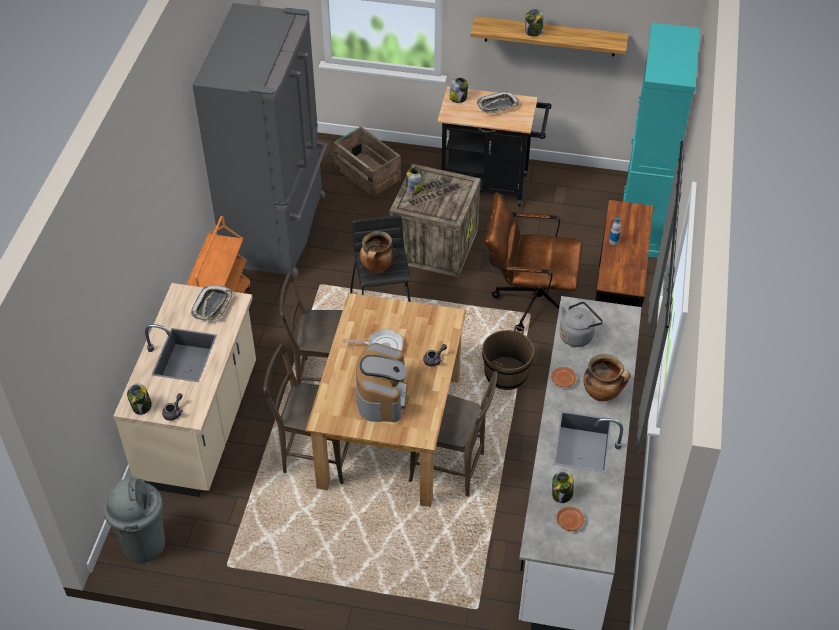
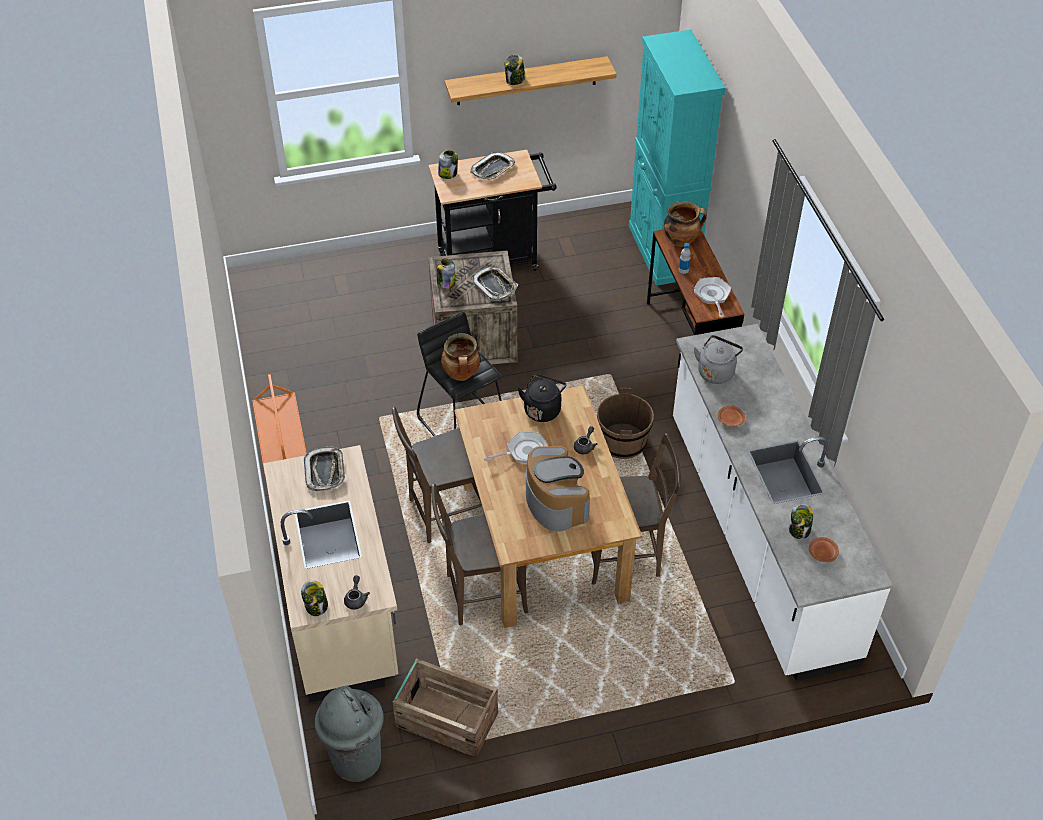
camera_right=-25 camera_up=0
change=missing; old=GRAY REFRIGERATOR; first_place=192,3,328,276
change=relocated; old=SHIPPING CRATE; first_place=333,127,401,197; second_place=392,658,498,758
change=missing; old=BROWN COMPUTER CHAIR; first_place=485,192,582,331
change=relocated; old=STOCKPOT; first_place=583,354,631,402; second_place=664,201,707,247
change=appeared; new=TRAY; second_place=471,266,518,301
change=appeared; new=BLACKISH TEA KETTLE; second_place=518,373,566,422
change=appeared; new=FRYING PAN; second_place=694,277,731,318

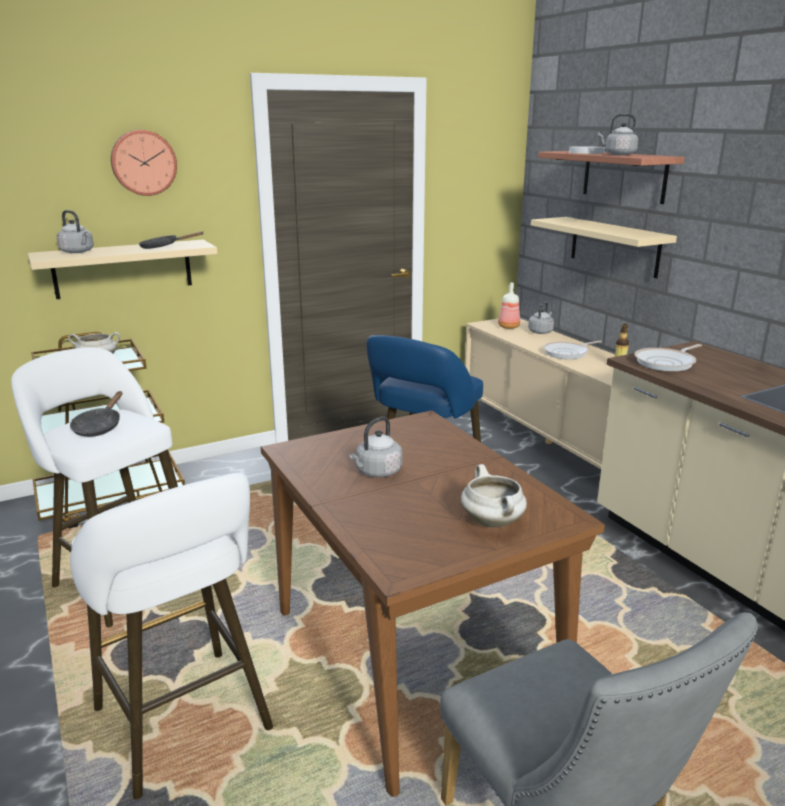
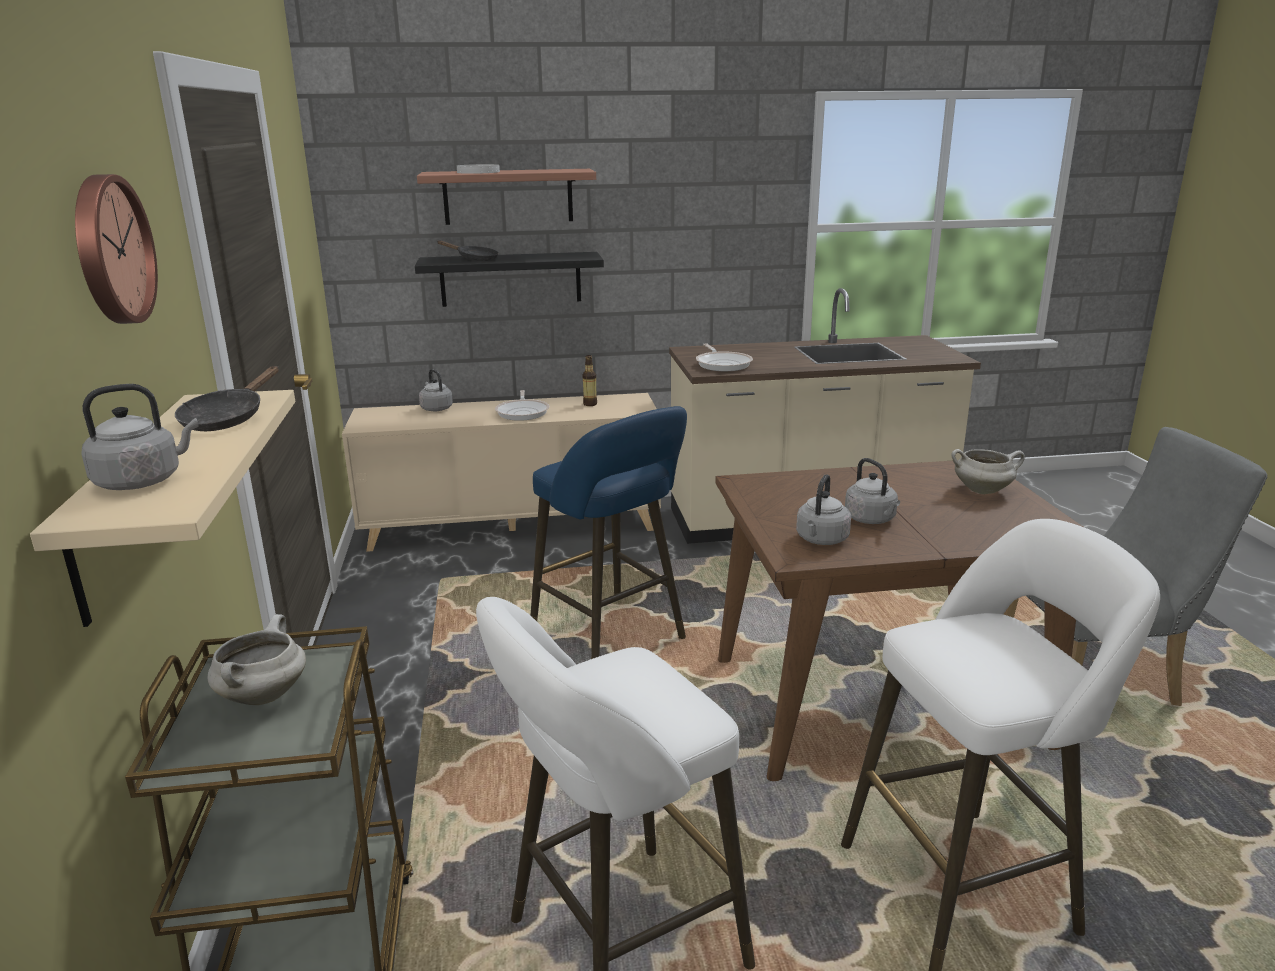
camera_right=-70 camera_up=0
change=relocated; old=BLACKISH FRYING PAN; first_place=70,391,122,437; second_place=437,240,499,261
change=missing; old=BOTTLE; first_place=498,283,520,329
change=colour; old=BEIGE-COLOURED BRACKET SHELF; new=BLACKISH BRACKET SHELF; first_place=531,217,677,278; second_place=415,252,604,307
change=relocated; old=GRAY TEA KETTLE; first_place=597,114,638,155; second_place=796,474,851,545

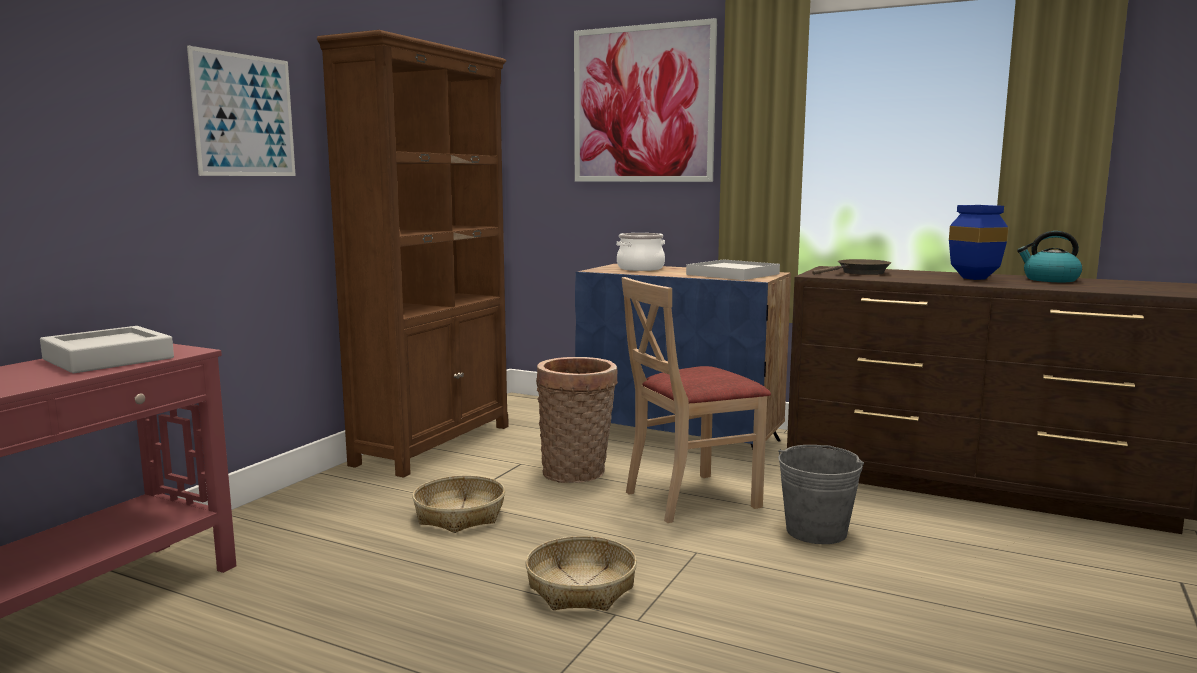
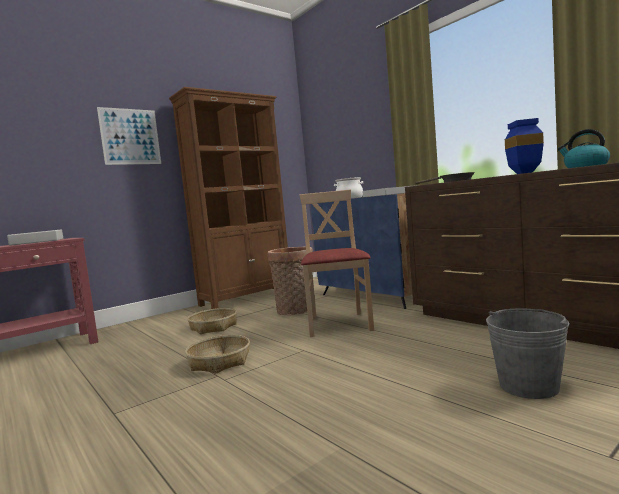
camera_right=25 camera_up=-5
change=missing; old=WALL ART; first_place=574,18,717,182
change=spun; old=BEIGE-COLOURED CHAIR; first_place=622,277,771,523; second_place=299,189,374,337; degrees=90
change=relocated; old=GRAY WATER BUCKET; first_place=778,445,864,544; second_place=486,308,569,399

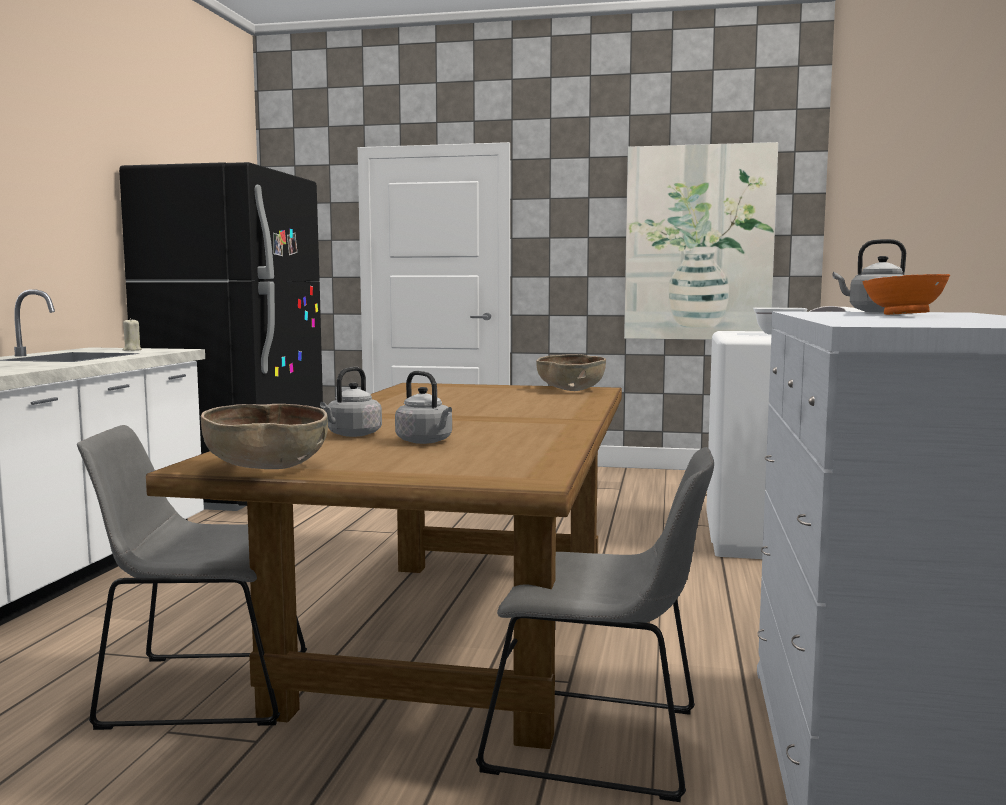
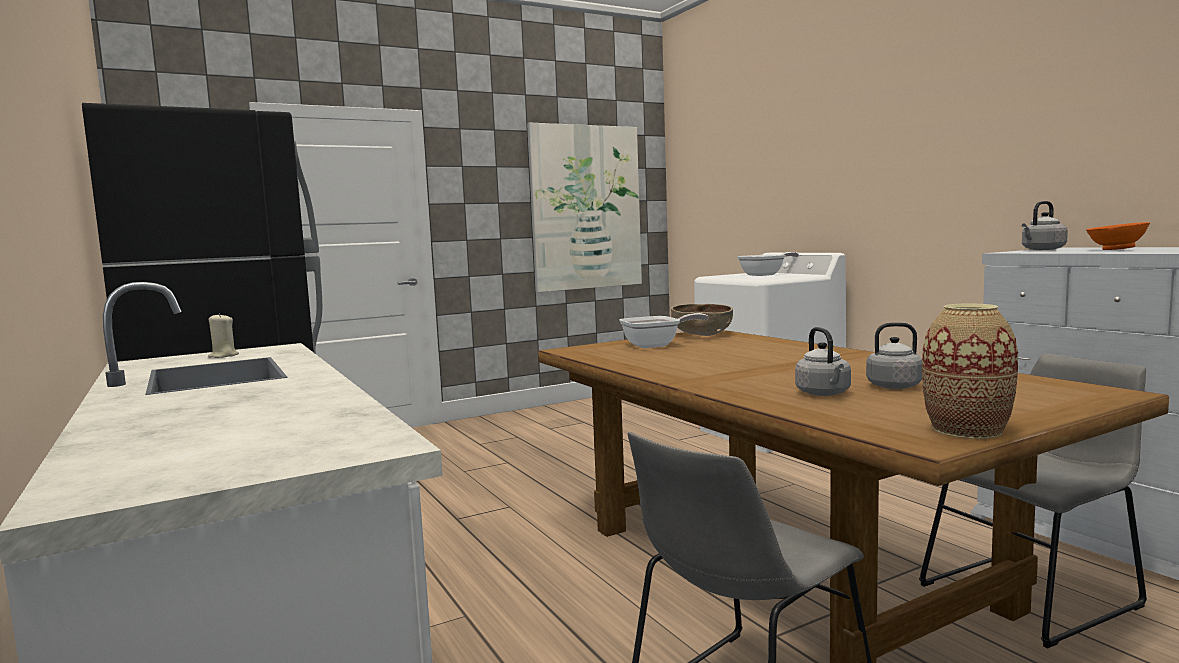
camera_right=-40 camera_up=0
change=exchanged; old=BROWN SERVING BOWL; new=DECORATIVE VASE; first_place=201,404,328,469; second_place=922,304,1018,439
change=appeared; new=FRYING PAN; second_place=619,313,708,348

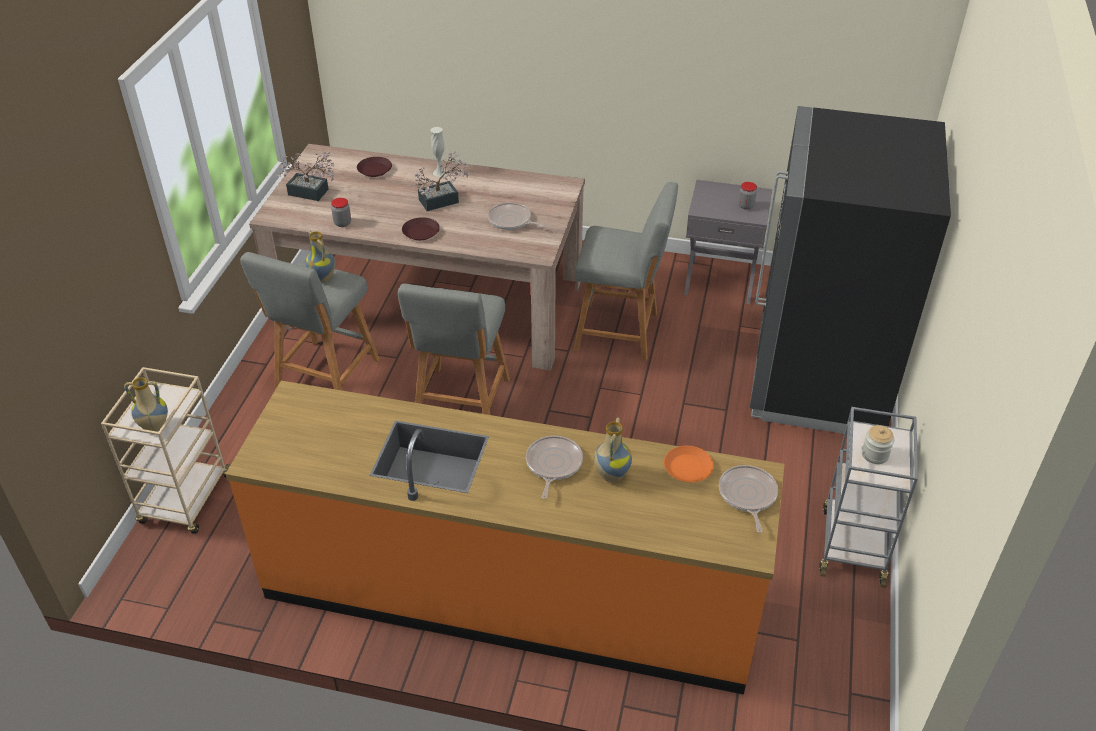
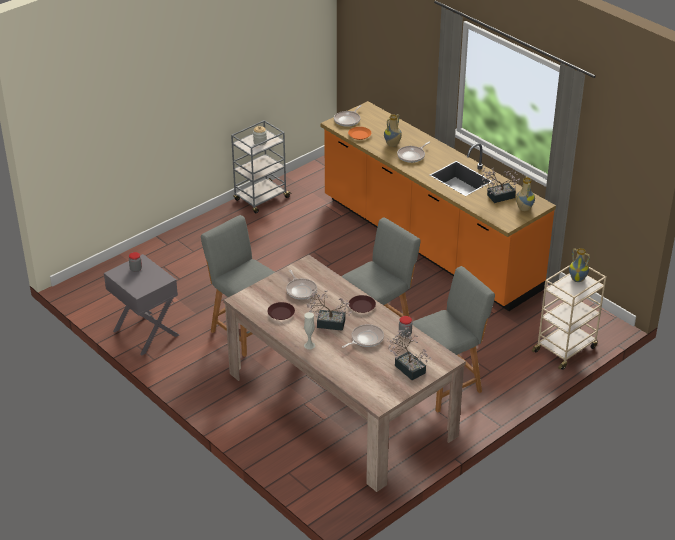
camera_right=-145 camera_up=-5
change=relocated; old=DECORATIVE VASE; first_place=306,230,335,282; second_place=516,176,535,211
change=relocated; old=BROWN FLAT DISH; first_place=357,157,392,177; second_place=267,302,295,320
change=missing; old=BLACKISH REFRIGERATOR; first_place=750,106,951,434
change=appeared; new=FRYING PAN; second_place=342,324,384,348
change=appeared; new=PLANT IN A POT; second_place=481,168,520,203

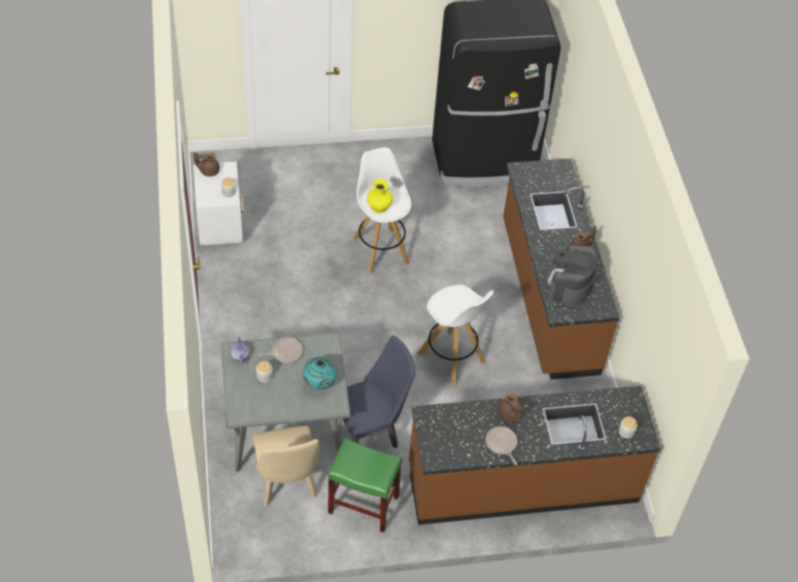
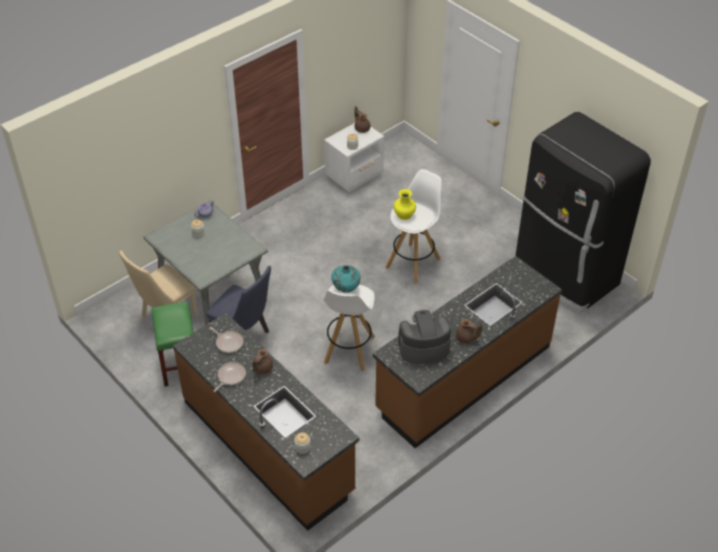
camera_right=60 camera_up=-5
change=relocated; old=FRYING PAN; first_place=257,337,303,363; second_place=210,327,243,353
change=relocated; old=BLUE-GREEN DECORATIVE VASE; first_place=302,357,337,390; second_place=331,265,360,293

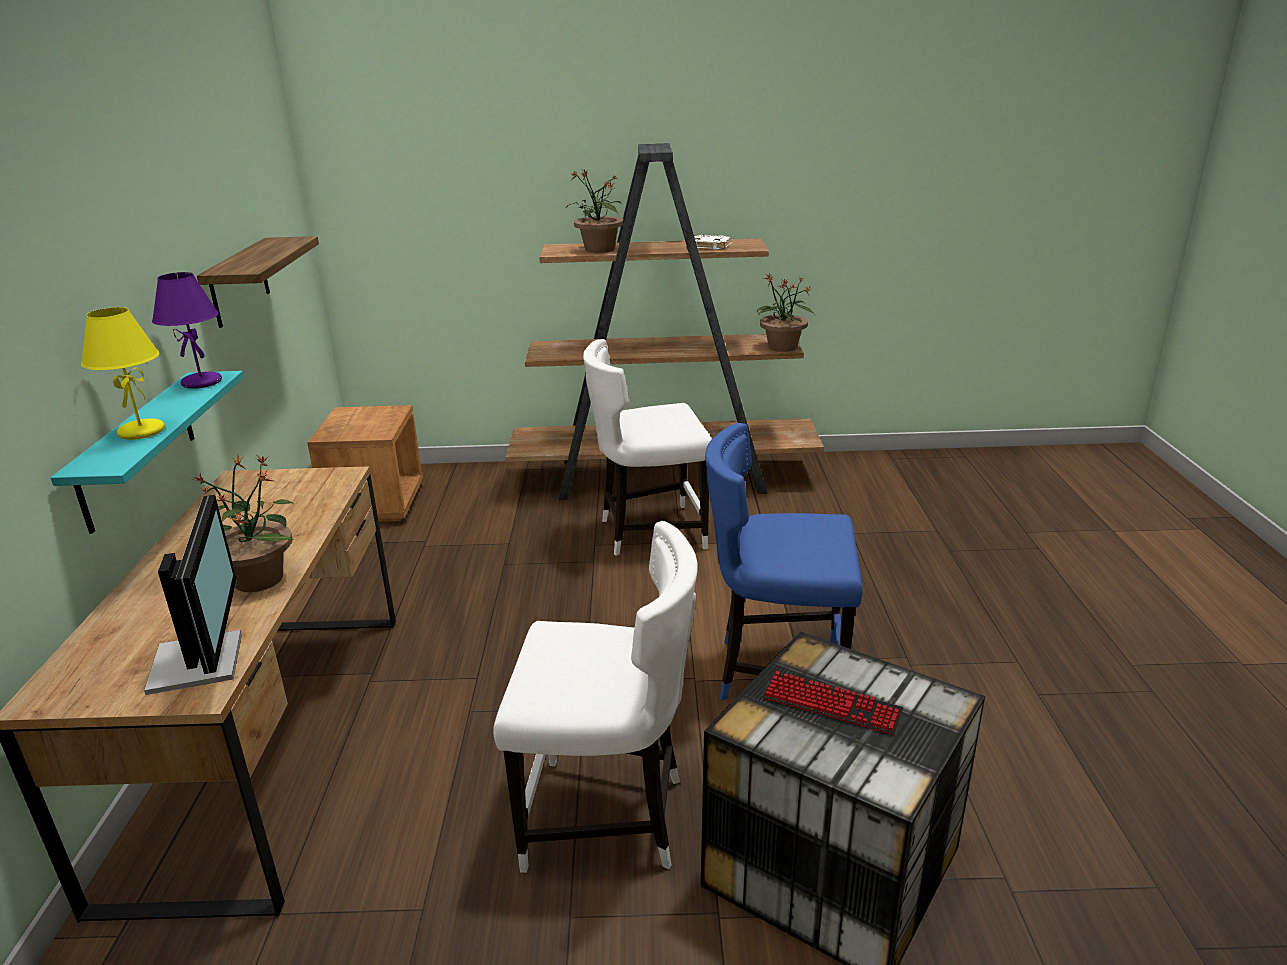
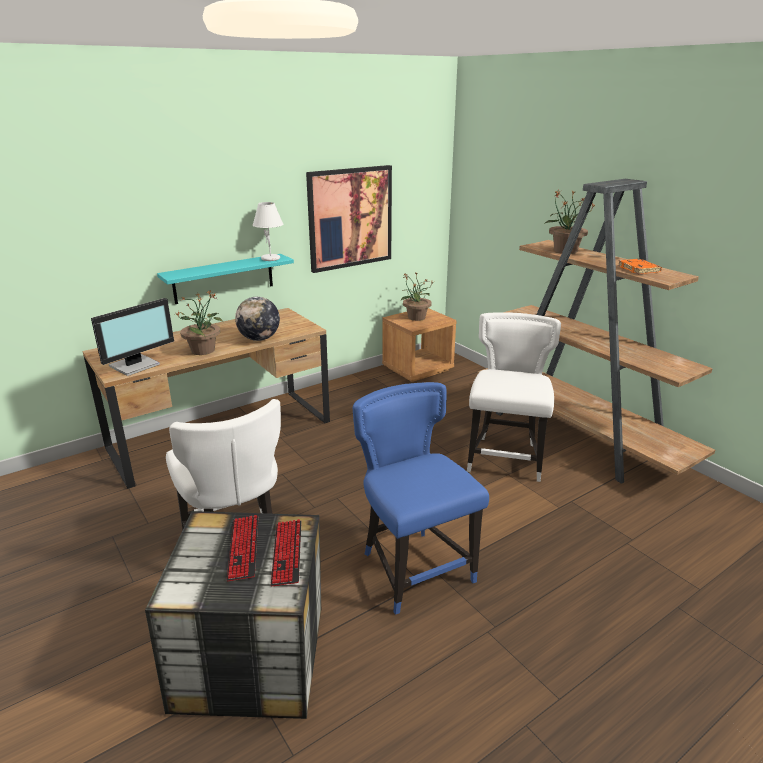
camera_right=55 camera_up=0
change=missing; old=YELLOWISH TABLETOP LAMP; first_place=81,307,165,440
change=colour; old=PURPLE TABLETOP LAMP; new=WHITE-COLOURED TABLETOP LAMP; first_place=152,272,222,389; second_place=252,202,283,261
change=exchanged; old=BRACKET SHELF; new=WALL ART; first_place=197,236,319,328; second_place=306,165,392,273
change=spun; old=WHITE-COLOURED CHAIR; first_place=583,339,712,556; second_place=467,312,561,482; degrees=60
change=colour; old=WHITE-COLOURED VOLUME; new=ORANGE VOLUME; first_place=686,235,732,250; second_place=618,259,662,274
change=relocated; old=PLANT IN A POT; first_place=757,274,814,352; second_place=400,272,434,321
change=appeared; new=GLOBE; second_place=235,297,280,341
change=appeared; new=PC KEYBOARD; second_place=271,519,302,587

